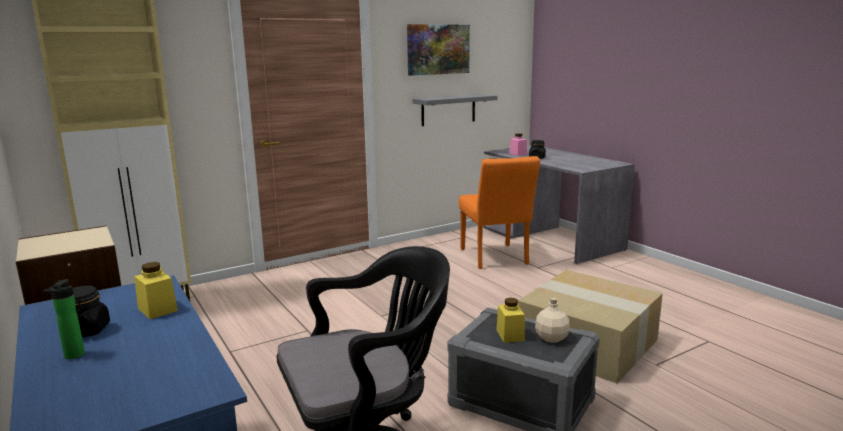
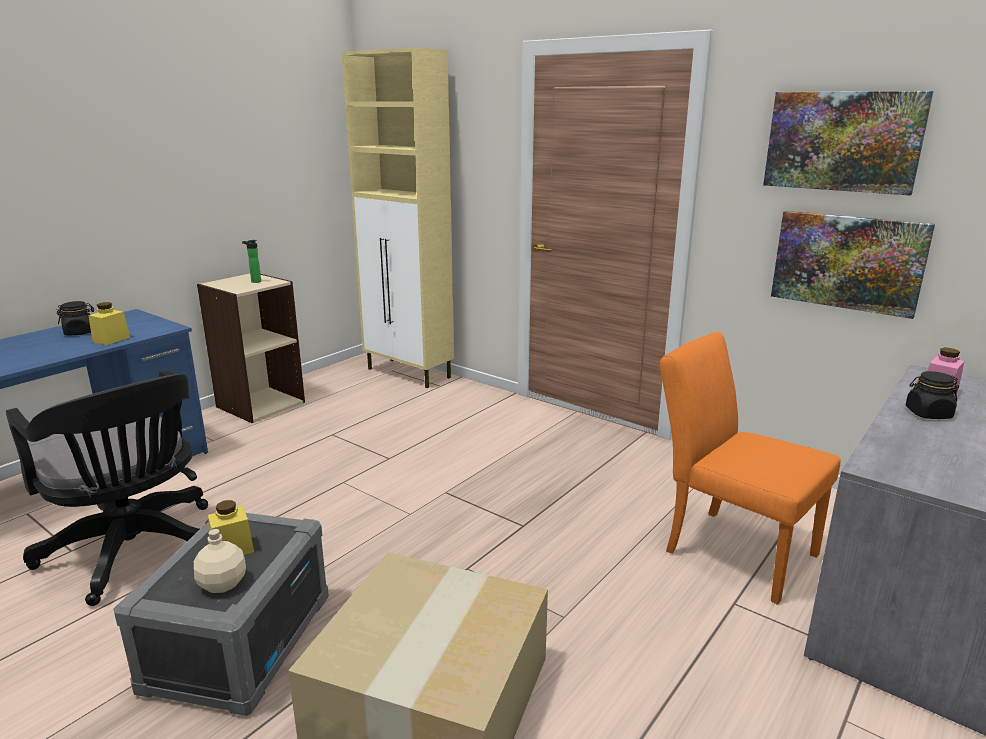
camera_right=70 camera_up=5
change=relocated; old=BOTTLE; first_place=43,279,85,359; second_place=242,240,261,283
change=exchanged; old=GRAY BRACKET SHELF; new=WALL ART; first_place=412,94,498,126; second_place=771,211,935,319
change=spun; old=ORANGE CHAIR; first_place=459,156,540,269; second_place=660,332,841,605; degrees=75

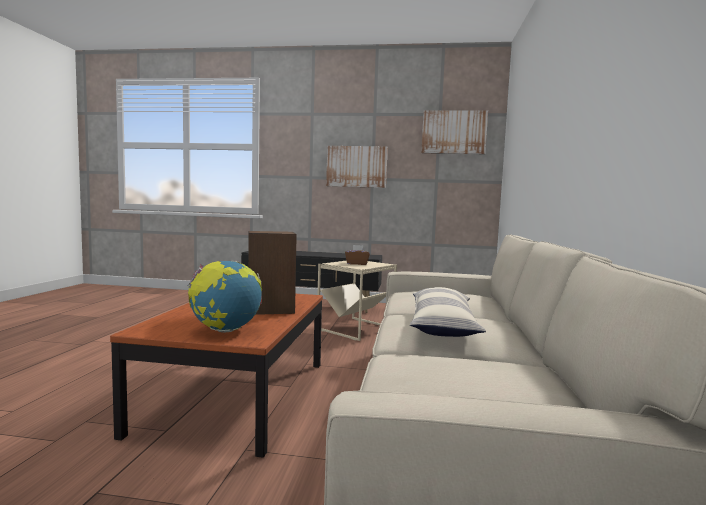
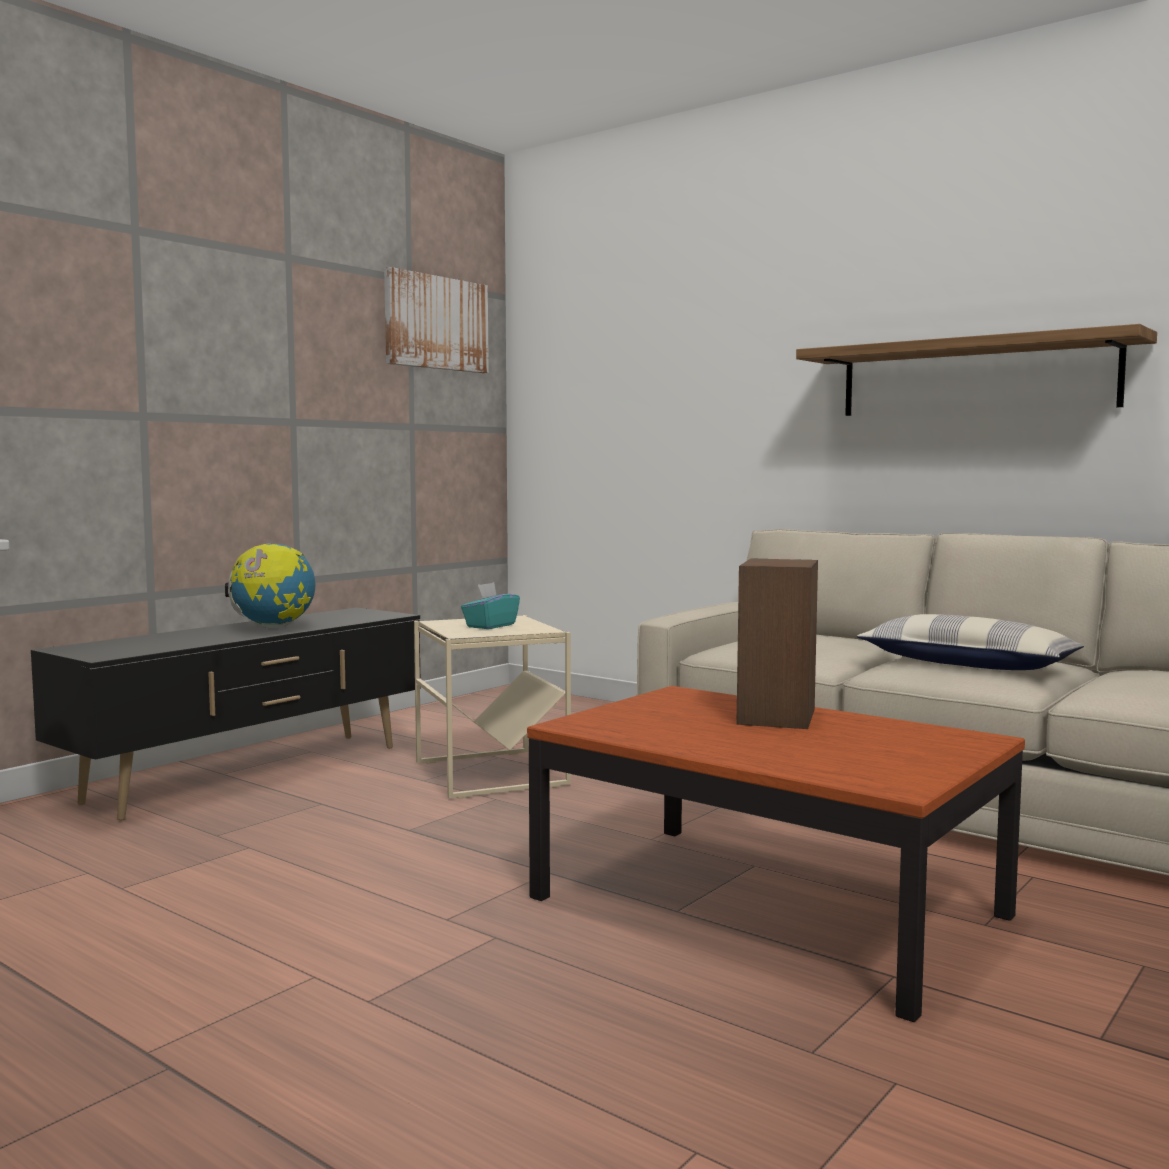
camera_right=-60 camera_up=0
change=relocated; old=GLOBE; first_place=188,261,262,332; second_place=225,543,316,628
change=missing; old=WALL ART; first_place=326,146,388,188
change=colour; old=BROWN TISSUE HOLDER; new=BLUE-GREEN TISSUE HOLDER; first_place=345,245,370,265; second_place=461,582,520,629
change=appeared; new=BRACKET SHELF; second_place=796,324,1157,416

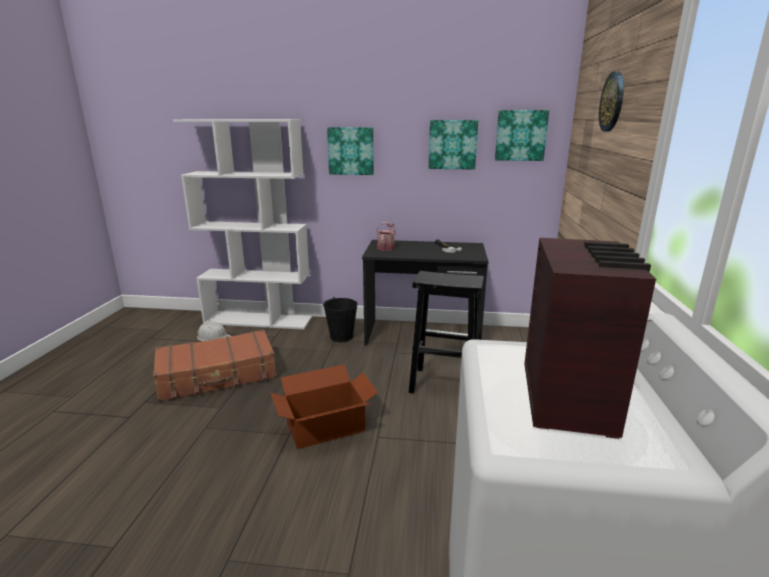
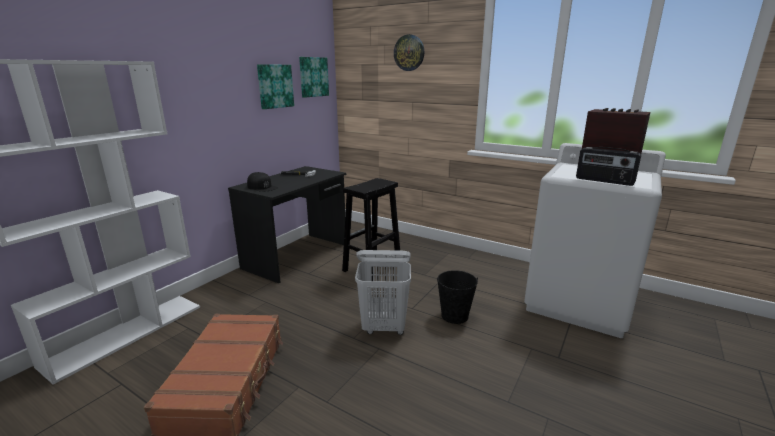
camera_right=-65 camera_up=0
change=missing; old=WHITE-COLOURED HARD HAT; first_place=197,321,231,341
change=exchanged; old=CARTON; new=WHITE-COLOURED LAUNDRY BASKET; first_place=270,364,378,449; second_place=355,250,411,335
change=relocated; old=BLACKISH WATER BUCKET; first_place=323,297,358,342; second_place=437,270,478,324
change=missing; old=WALL ART; first_place=327,127,374,175
change=exchanged; old=WATERING CAN; new=BLACKISH CAP; first_place=376,222,396,251; second_place=247,172,278,192
change=appeared; new=RADIO; second_place=576,147,641,186

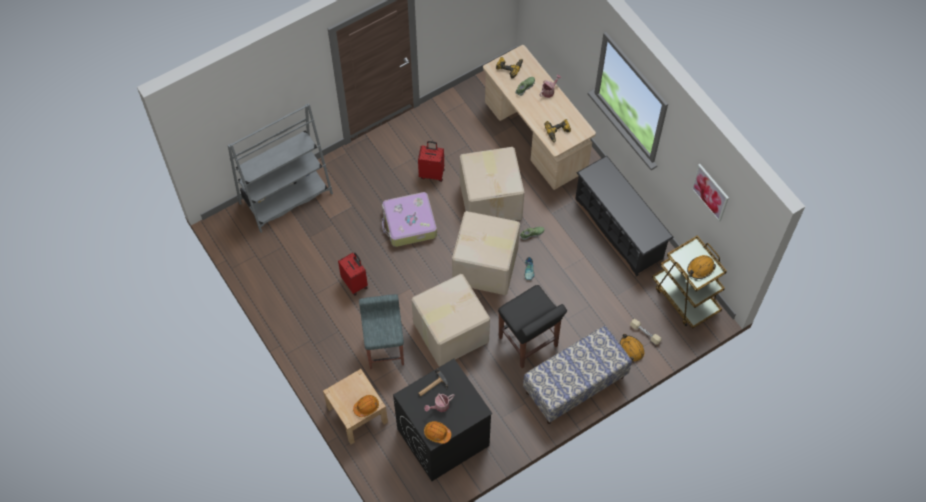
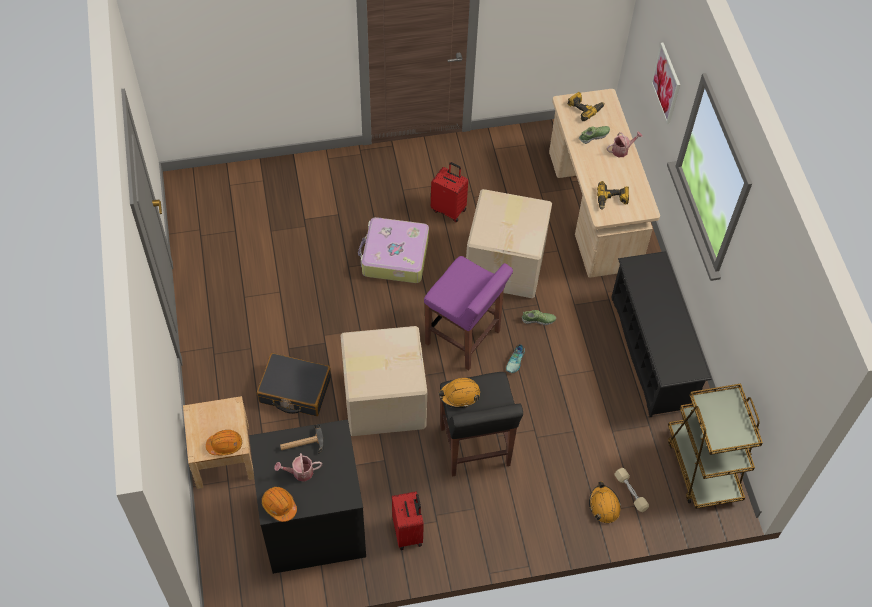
camera_right=20 camera_up=-5
change=missing; old=GRAY BOOKSHELF; first_place=228,103,333,233
change=relocated; old=RED-COLOURED SUITCASE; first_place=338,252,368,296; second_place=392,491,424,550
change=exchanged; old=GRAY STOOL; new=BLACKISH SUITCASE; first_place=359,294,404,369; second_place=257,353,331,416
change=exchanged; old=CARTON; new=PURPLE STOOL; first_place=452,211,520,295; second_place=424,256,513,370
change=missing; old=LONG SEAT; first_place=523,326,632,424
change=relocated; old=ORANGE HARD HAT; first_place=687,255,716,279; second_place=438,378,480,408
change=relocated; old=WALL ART; first_place=691,164,729,222; second_place=651,42,680,124

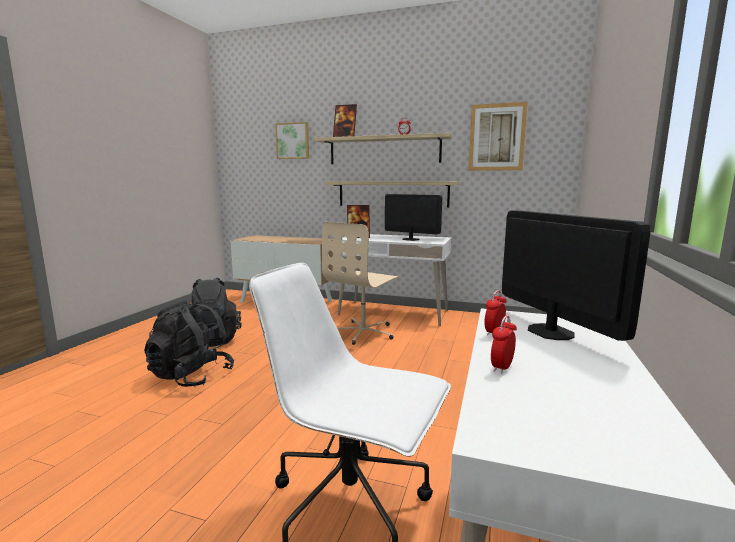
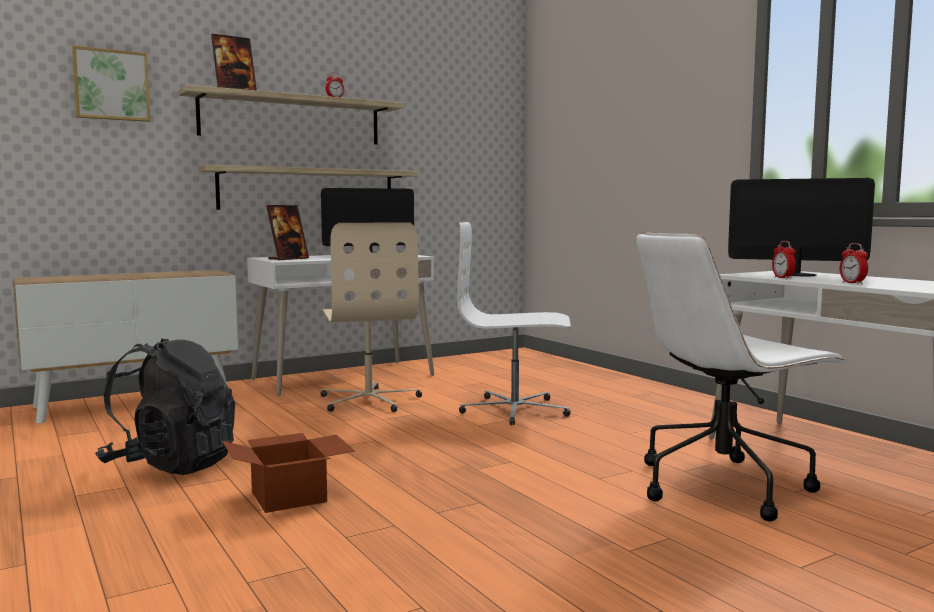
camera_right=-50 camera_up=-5
change=exchanged; old=BLACKISH RUCKSACK; new=CARTON; first_place=144,301,234,387; second_place=222,433,355,513
change=missing; old=WALL ART; first_place=468,102,528,171
change=appeared; new=WHITE-COLOURED COMPUTER CHAIR; second_place=457,222,571,425

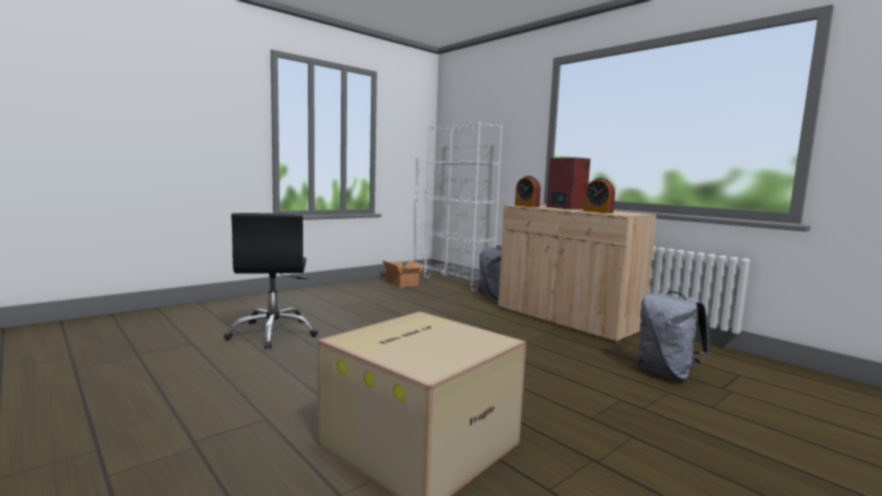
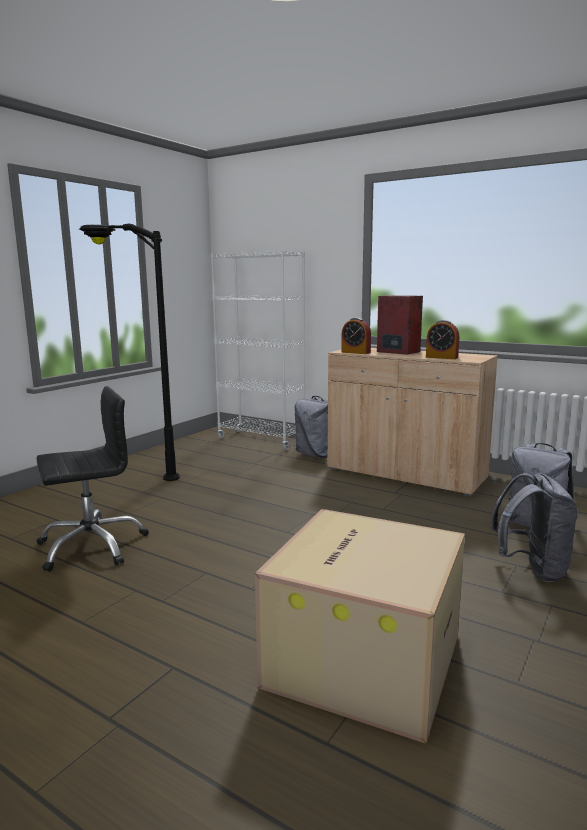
camera_right=-15 camera_up=5
change=spun; old=BLACKISH COMPUTER CHAIR; first_place=224,213,318,349; second_place=36,386,149,572; degrees=-90
change=missing; old=CARTON; first_place=382,260,426,288
change=appeared; new=BLACKISH STANDING LAMP; second_place=79,224,180,481
change=appeared; new=GRAY RUCKSACK; second_place=491,473,578,582

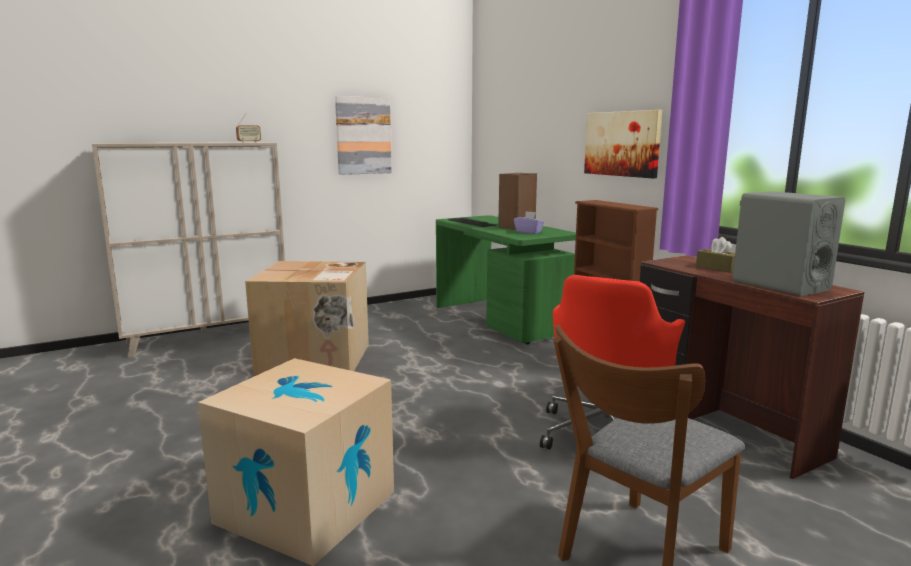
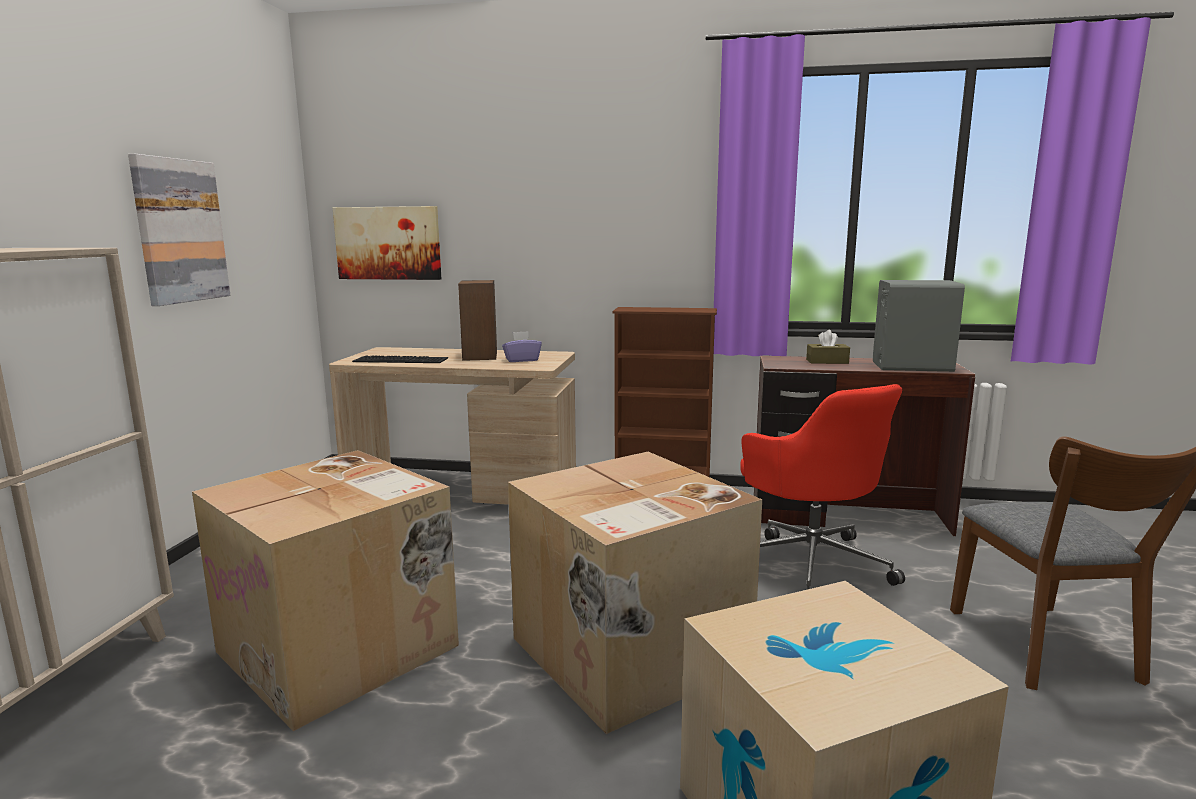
camera_right=-50 camera_up=0
change=missing; old=RADIO; first_place=236,113,261,143
change=colour; old=GREEN-COLOURED DESK; new=BEIGE-COLOURED DESK; first_place=436,215,576,344; second_place=329,347,576,505
change=relocated; old=WALL ART; first_place=584,110,662,178; second_place=332,206,442,280
change=appeared; new=CARTON; second_place=508,452,762,734

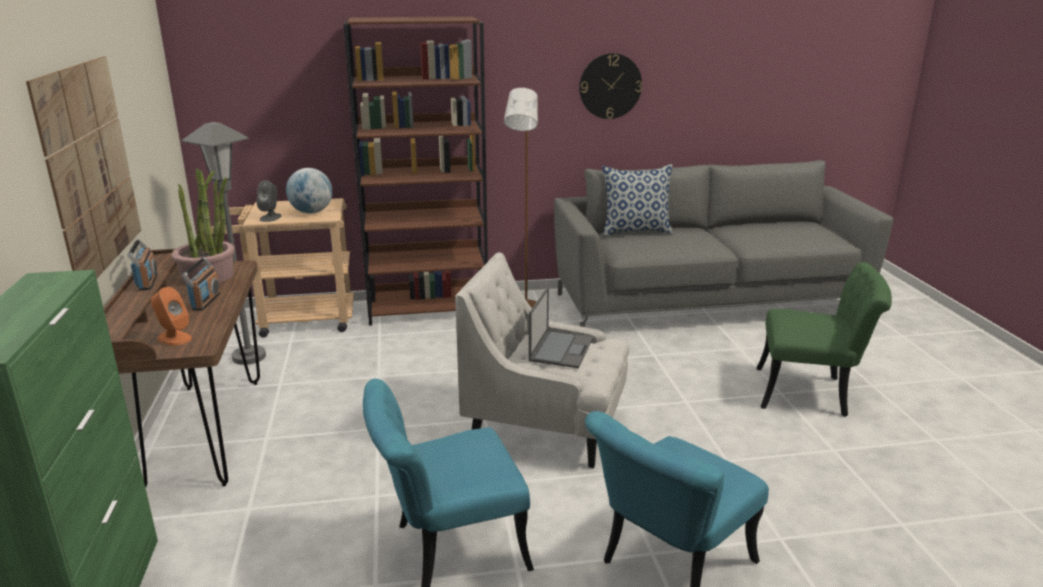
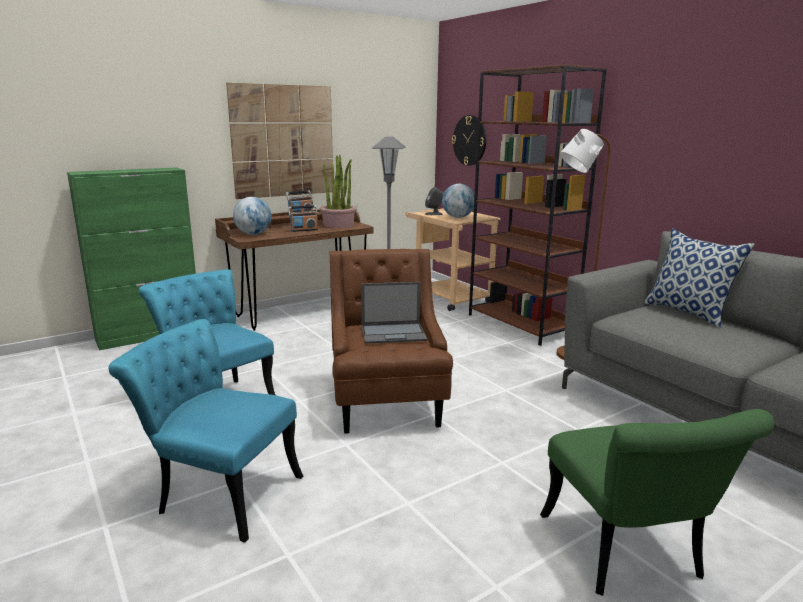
camera_right=65 camera_up=-5
change=exchanged; old=ORANGE SPEAKER; new=GLOBE; first_place=151,287,192,346; second_place=233,197,272,235
change=colour; old=WHITE-COLOURED EASY CHAIR; new=BROWN EASY CHAIR; first_place=455,252,629,468; second_place=330,249,453,434
change=relocated; old=HANGING CLOCK; first_place=579,53,642,119; second_place=452,115,486,166

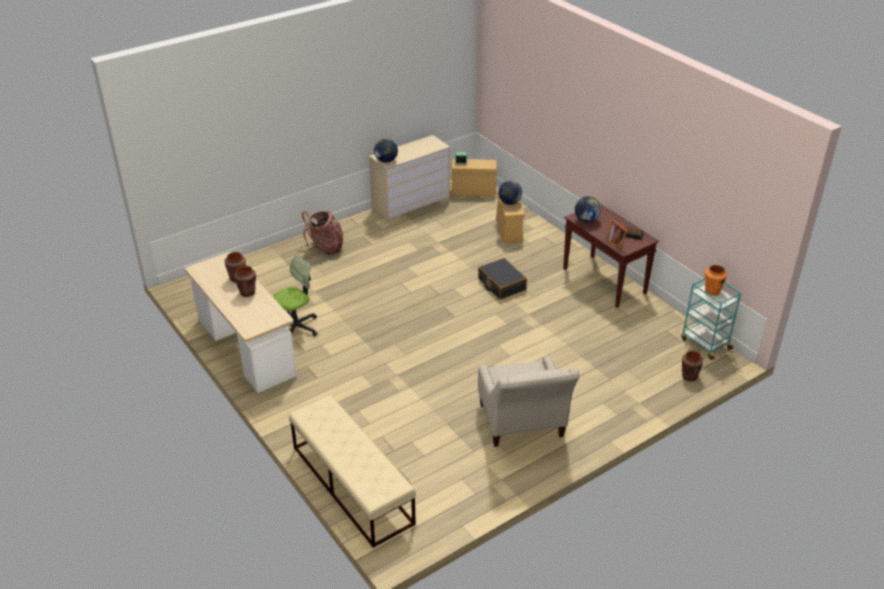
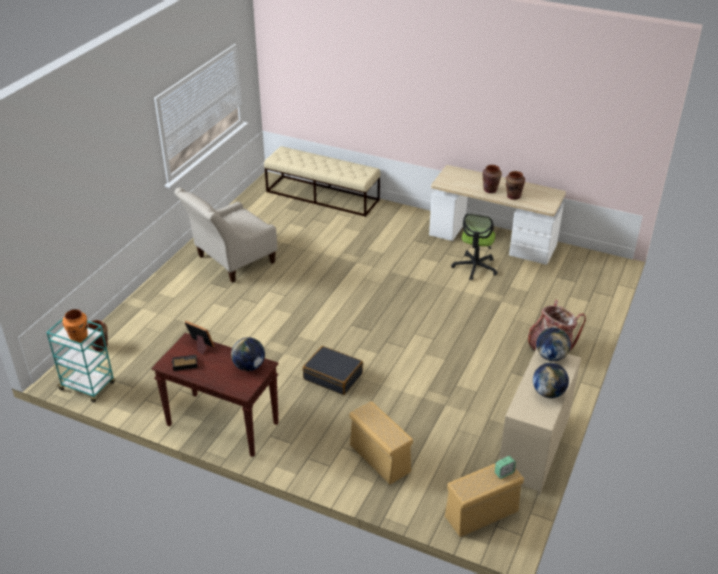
camera_right=150 camera_up=0
change=spun; old=BEIGE-COLOURED EASY CHAIR; first_place=478,356,580,447; second_place=174,187,277,283; degrees=-90
change=relocated; old=GLOBE; first_place=498,181,522,205; second_place=533,363,569,398

